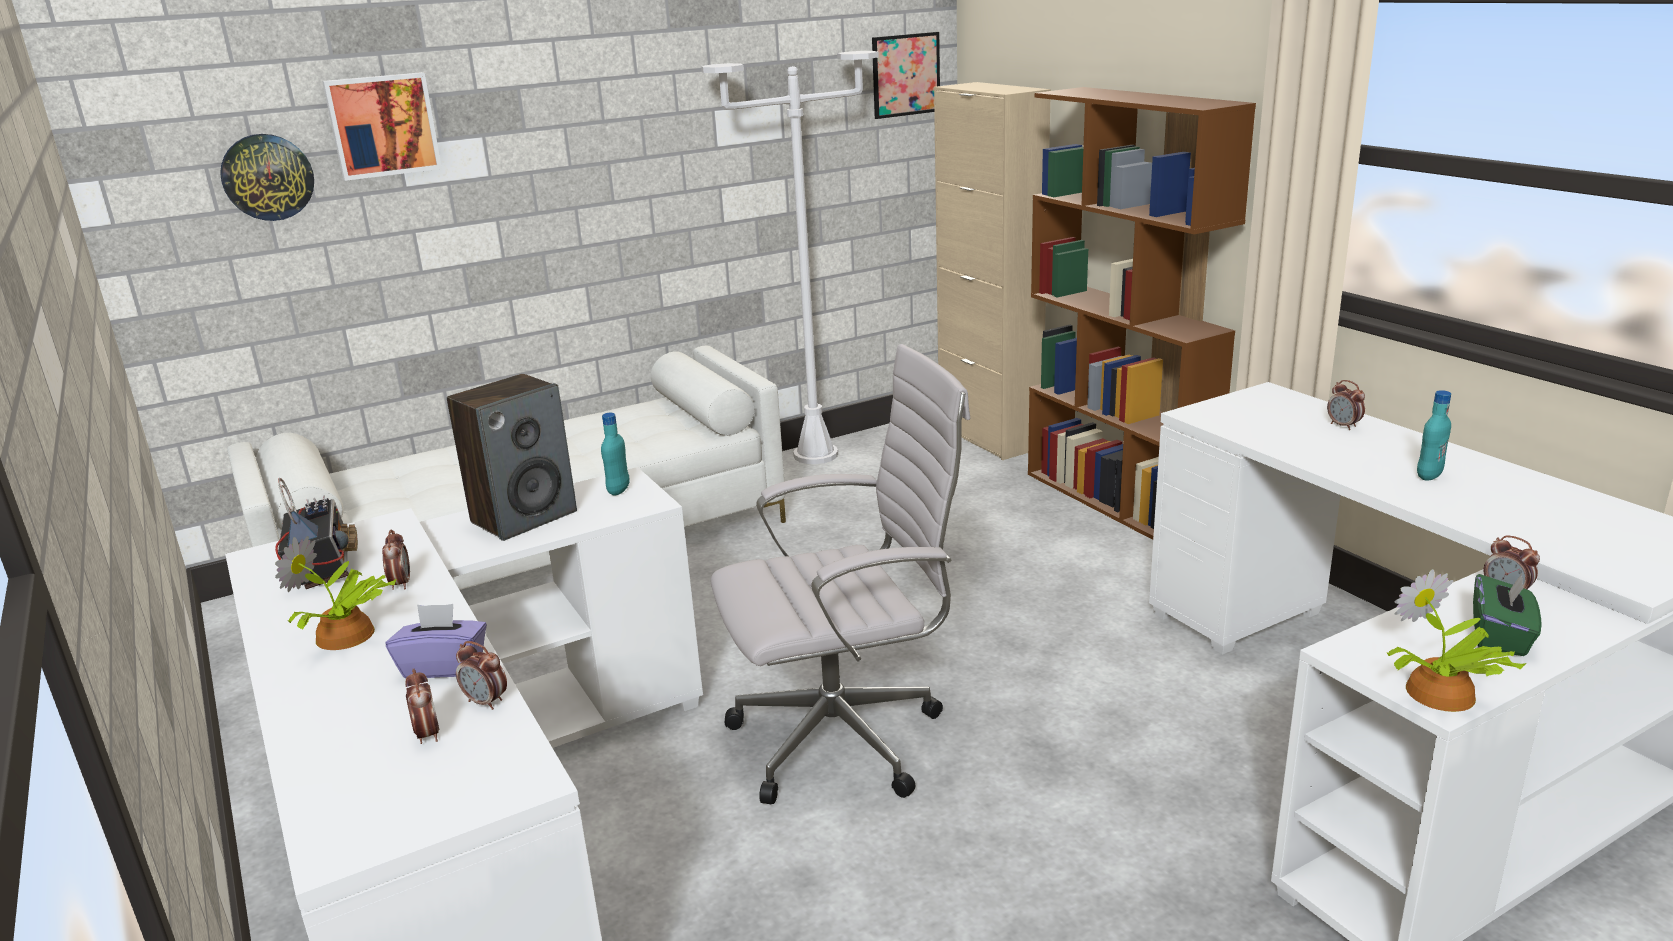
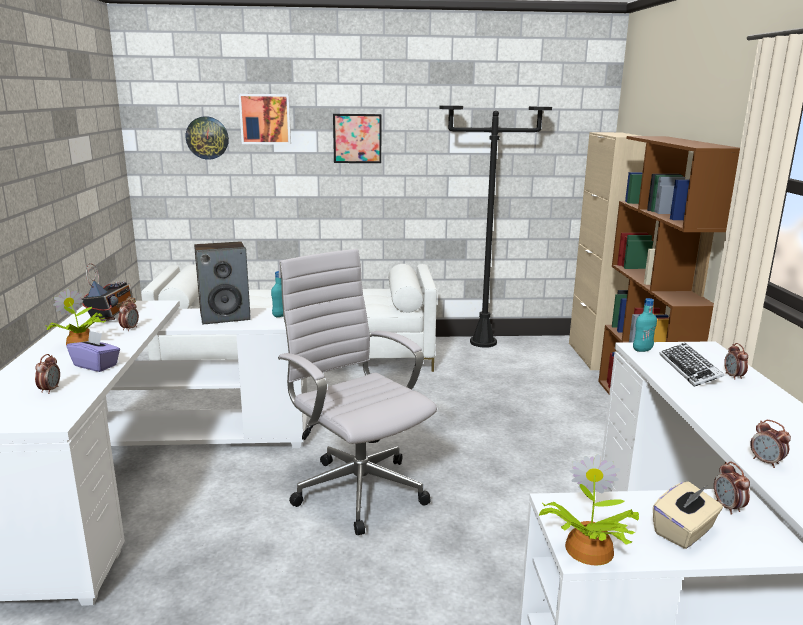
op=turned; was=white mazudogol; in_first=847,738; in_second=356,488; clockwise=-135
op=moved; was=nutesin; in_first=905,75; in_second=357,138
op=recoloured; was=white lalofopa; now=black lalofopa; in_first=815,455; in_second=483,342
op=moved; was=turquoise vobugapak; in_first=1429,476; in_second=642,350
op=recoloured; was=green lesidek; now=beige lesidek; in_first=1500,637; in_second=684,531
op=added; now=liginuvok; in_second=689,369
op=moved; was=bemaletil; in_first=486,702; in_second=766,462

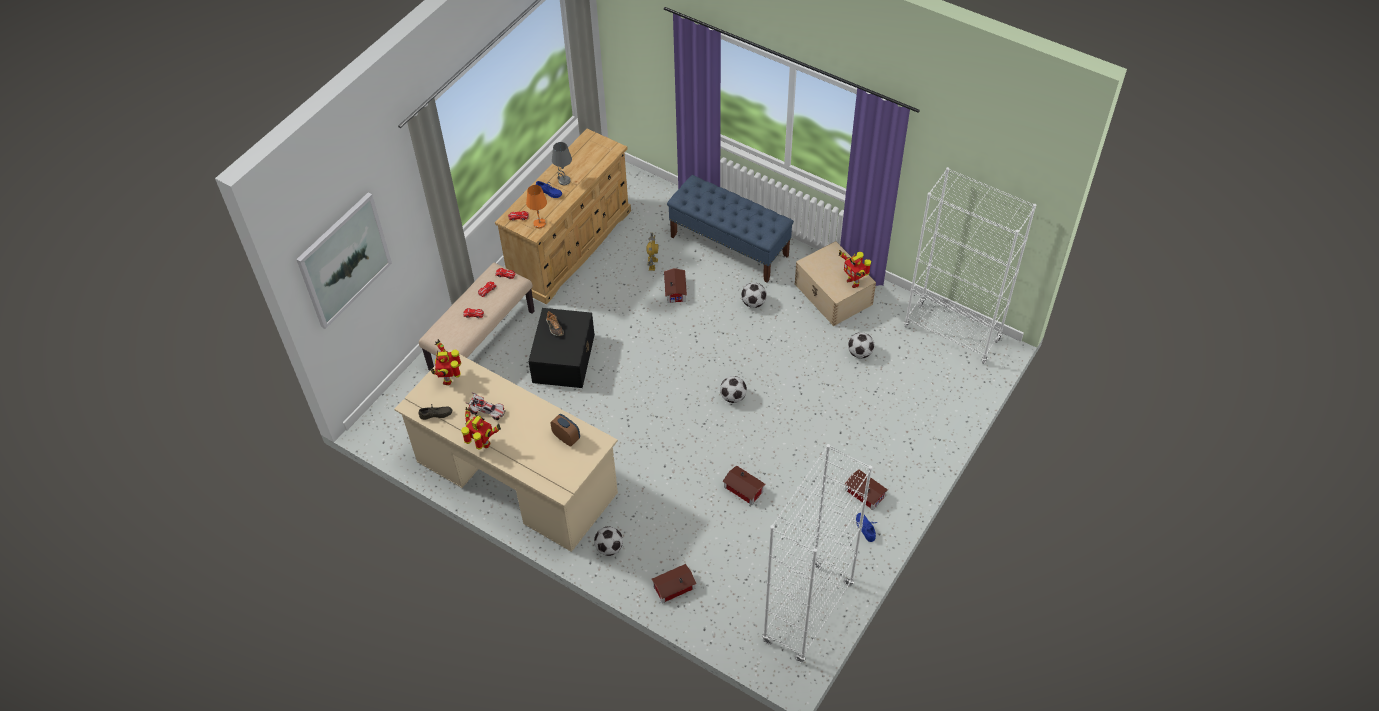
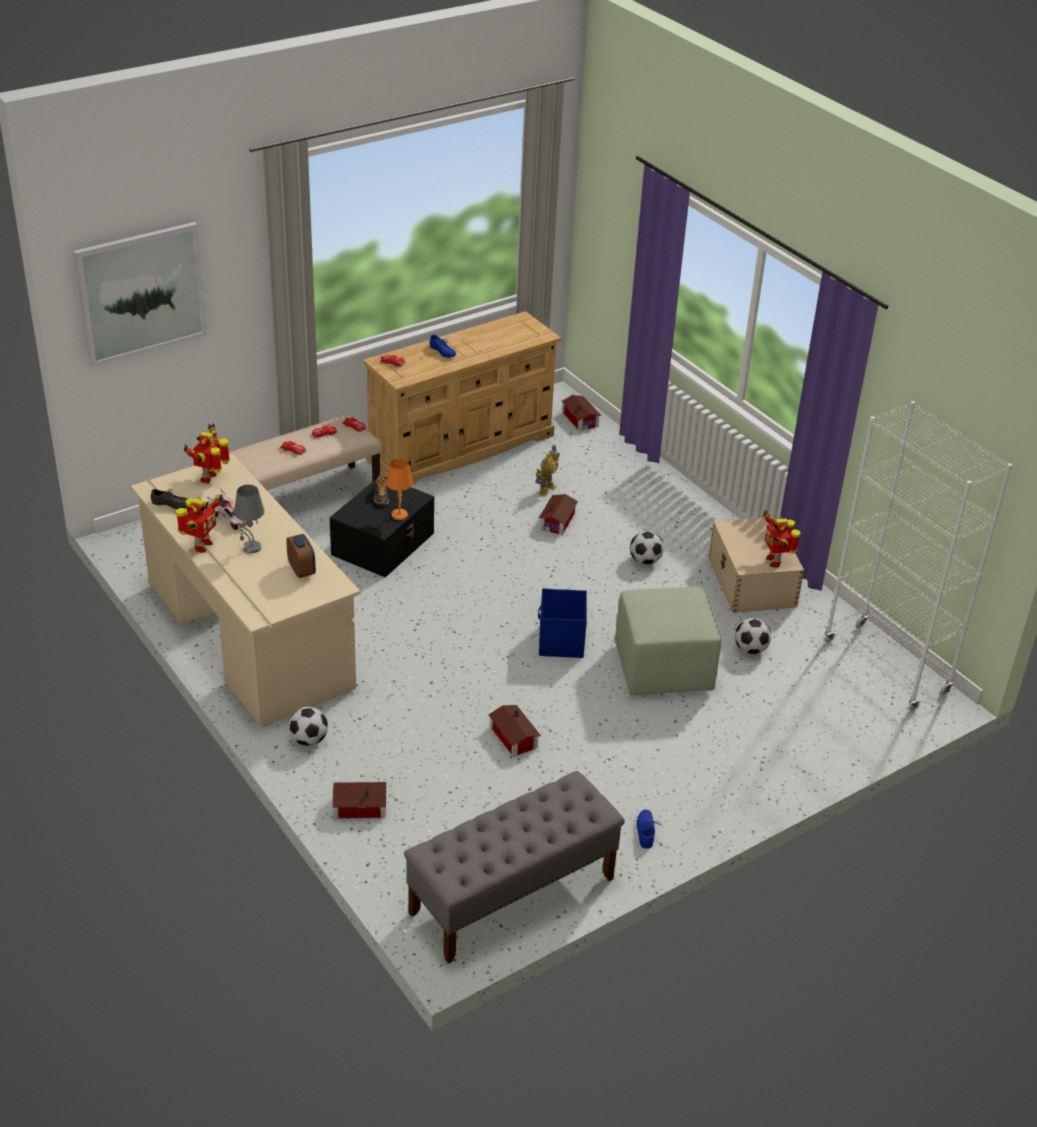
op=turned; was=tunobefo; in_first=482,444; in_second=201,546; clockwise=60
op=moved; was=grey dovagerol; in_first=564,181; in_second=251,548
op=moved; was=orange dovagerol; in_first=539,223; in_second=399,515
op=replaced; was=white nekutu; now=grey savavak; in_first=808,613; in_second=512,896
op=replaced; was=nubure; now=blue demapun; in_first=733,397; in_second=560,642
op=moved; was=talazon; in_first=864,492; in_second=580,418
op=added; now=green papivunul; in_second=664,668
op=removed; was=blue savavak; in_first=729,246

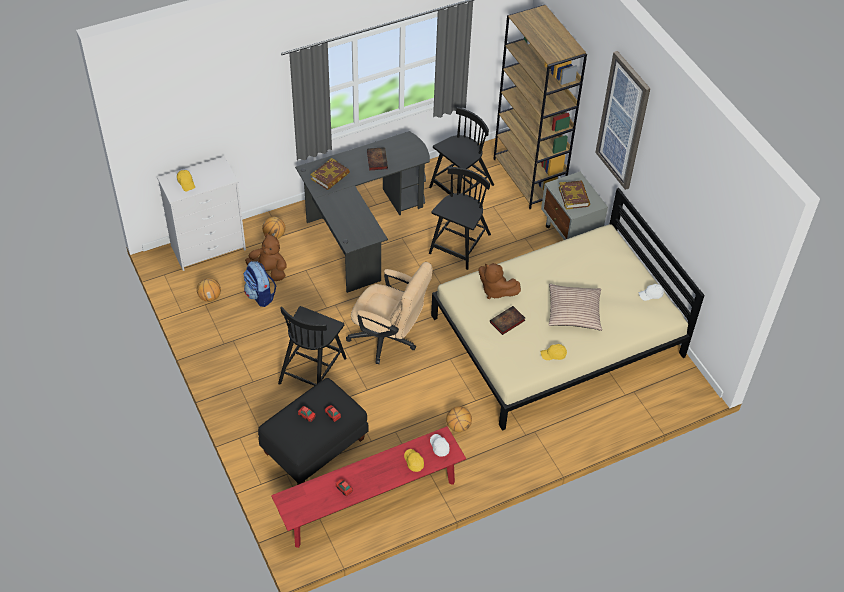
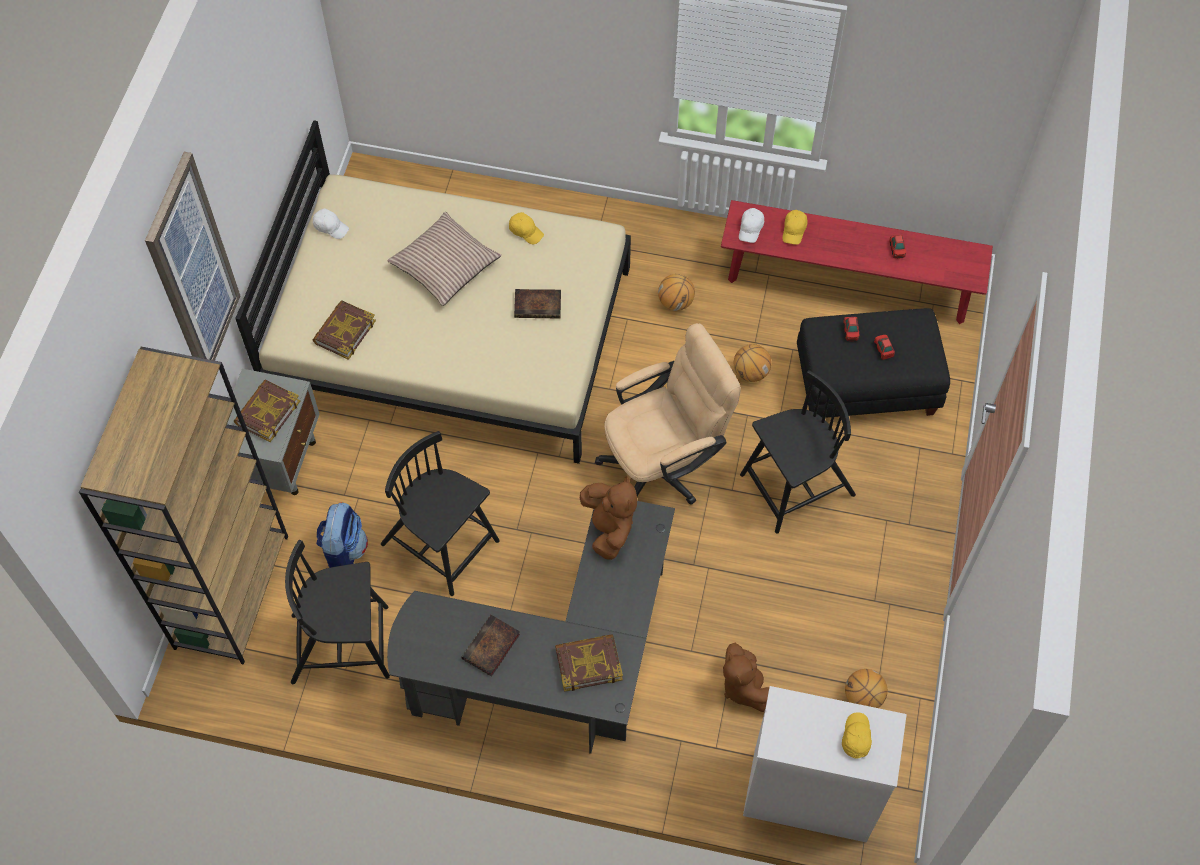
op=added; now=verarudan; in_second=344,332
op=moved; was=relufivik; in_first=260,295; in_second=344,550
op=turned; was=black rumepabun; in_first=459,245; in_second=442,544; clockwise=60
op=moved; was=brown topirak; in_first=495,290; in_second=609,528
op=turned; was=beige mazudogol; in_first=389,339; in_second=664,464; clockwise=90
op=moved; was=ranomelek; in_first=274,235; in_second=750,372

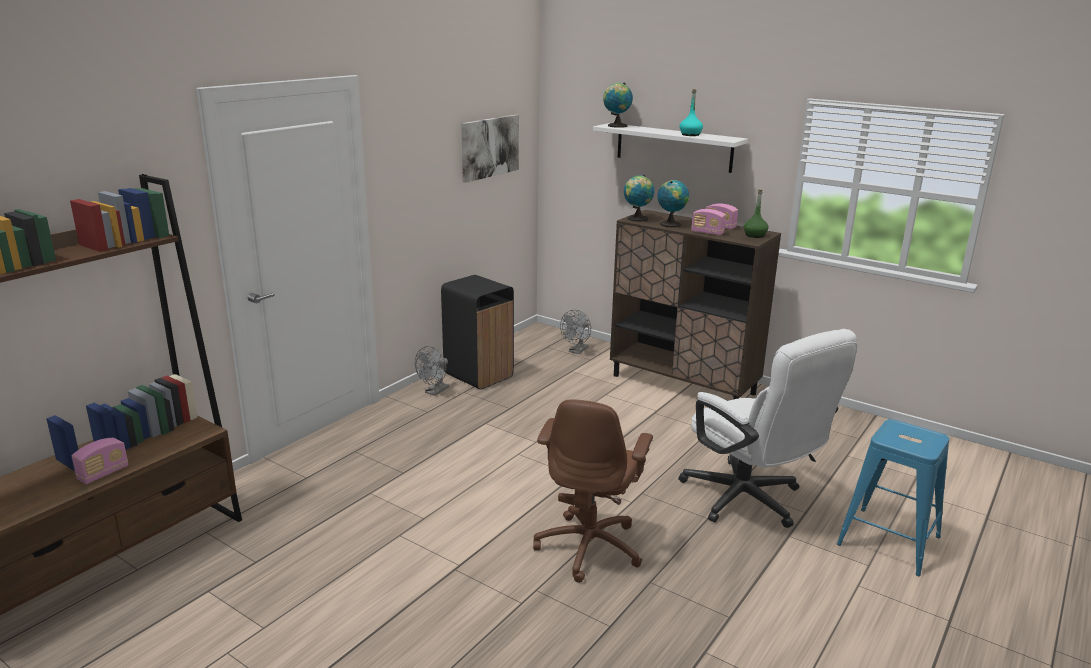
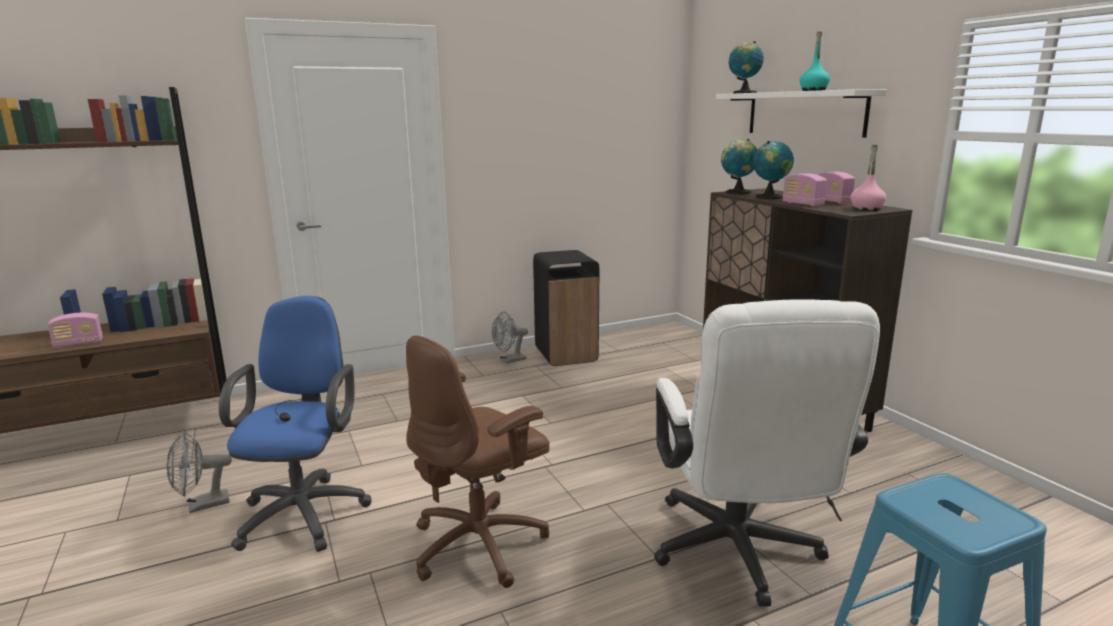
op=moved; was=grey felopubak; in_first=577,351; in_second=201,505
op=added; now=blue mazudogol; in_second=306,511
op=recoloured; was=green vobugapak; now=pink vobugapak; in_first=754,235; in_second=866,209
op=removed; was=nutesin; in_first=489,147

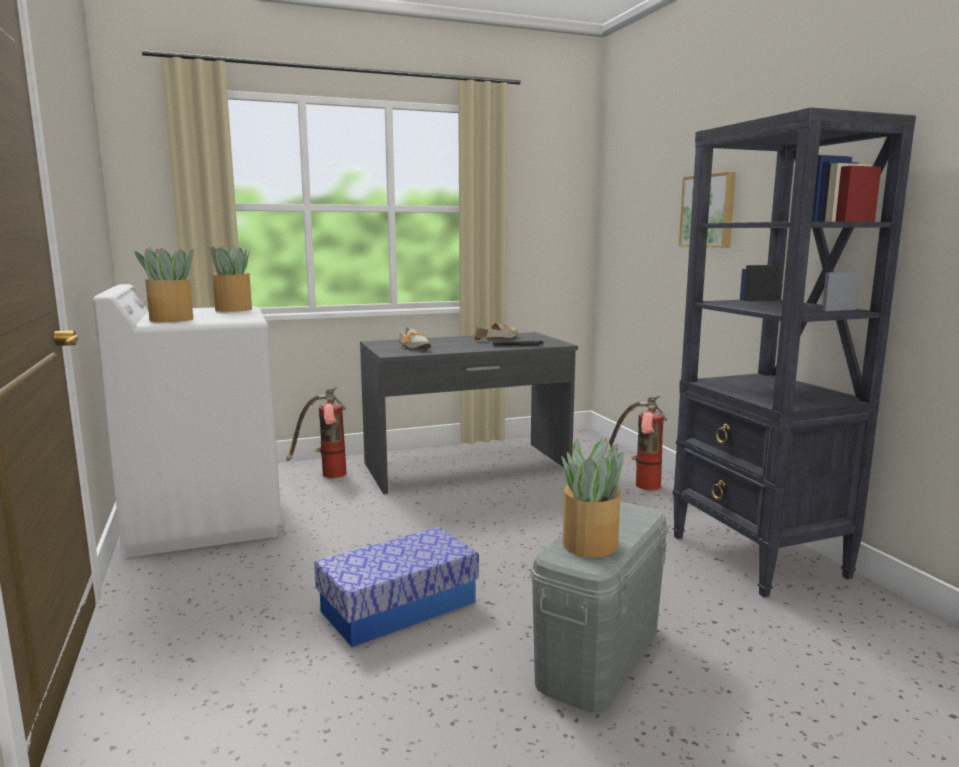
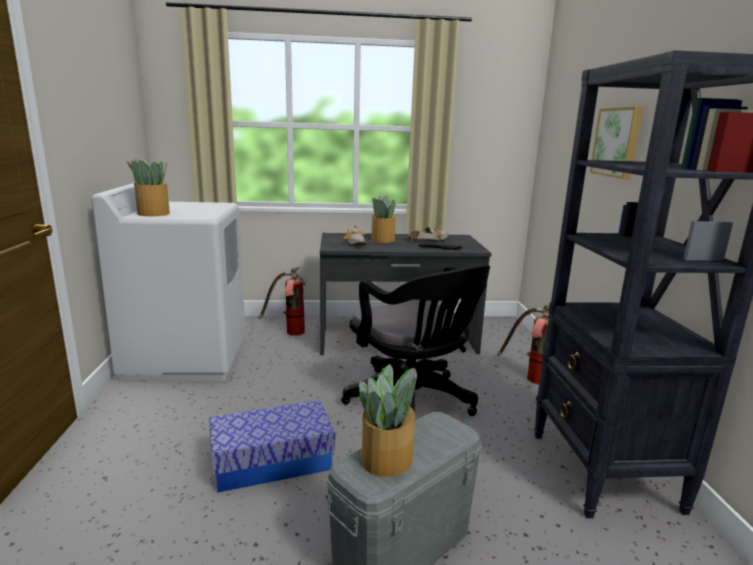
op=added; now=black mazudogol; in_second=413,402
op=moved; was=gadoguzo; in_first=233,309; in_second=382,240

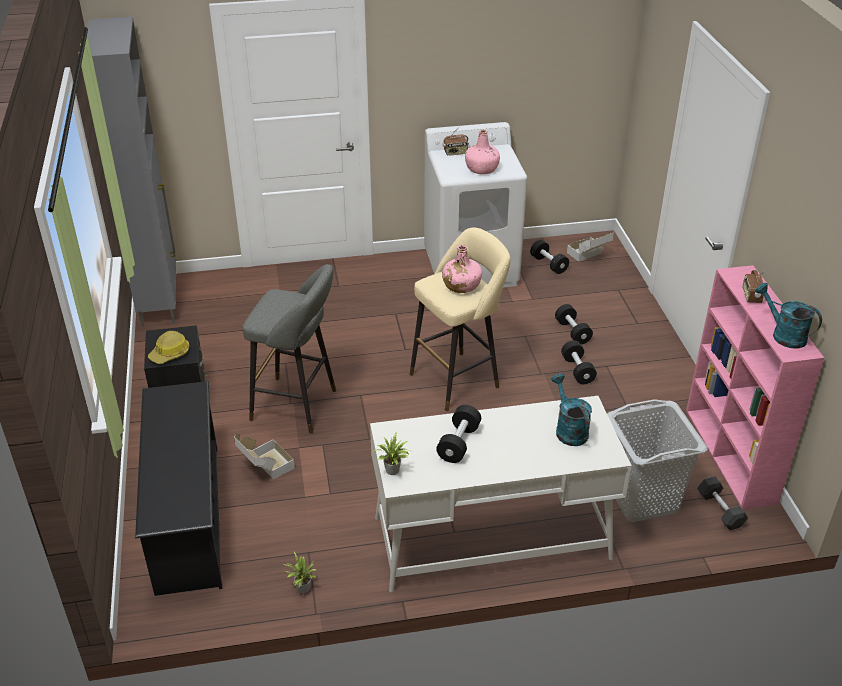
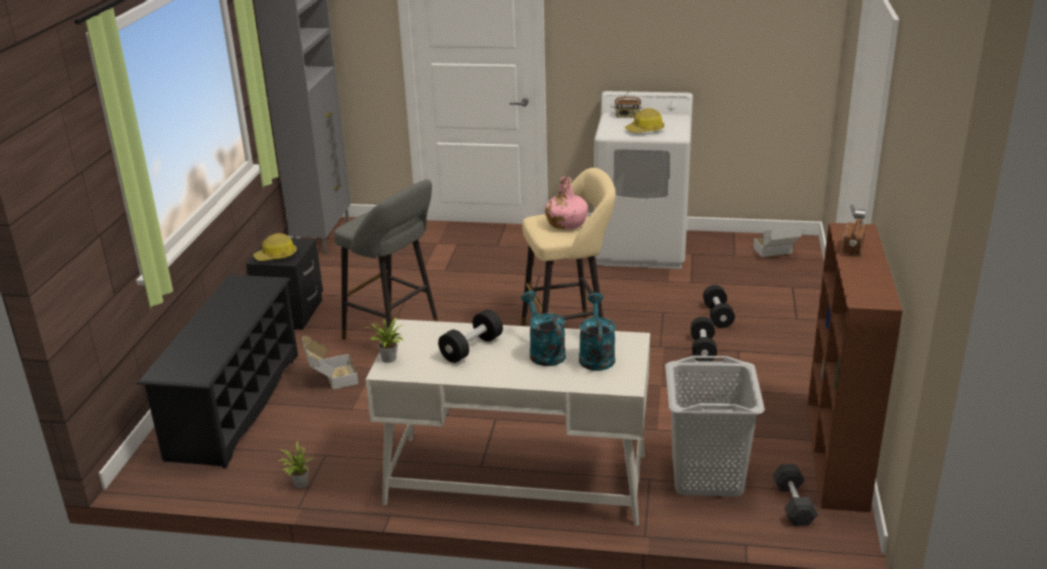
op=moved; was=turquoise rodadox; in_first=783,335; in_second=544,352
op=replaced; was=pink vobugapak; now=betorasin; in_first=482,169; in_second=645,130
op=recoloured; was=pink nekutu; now=brown nekutu; in_first=731,456; in_second=837,456
op=removed; was=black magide; in_first=548,264

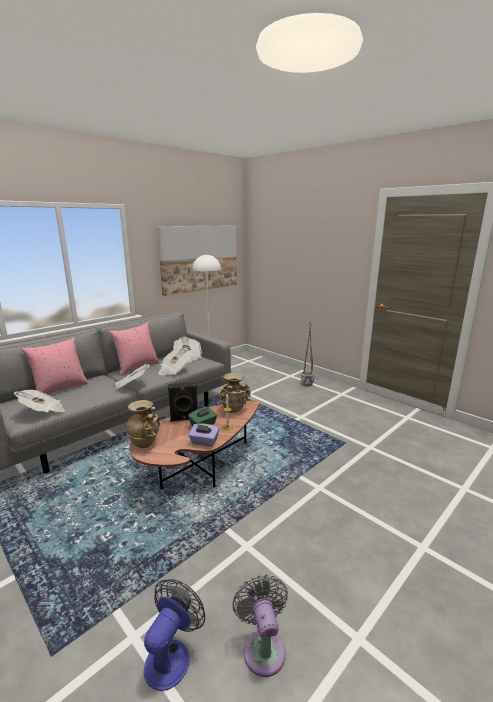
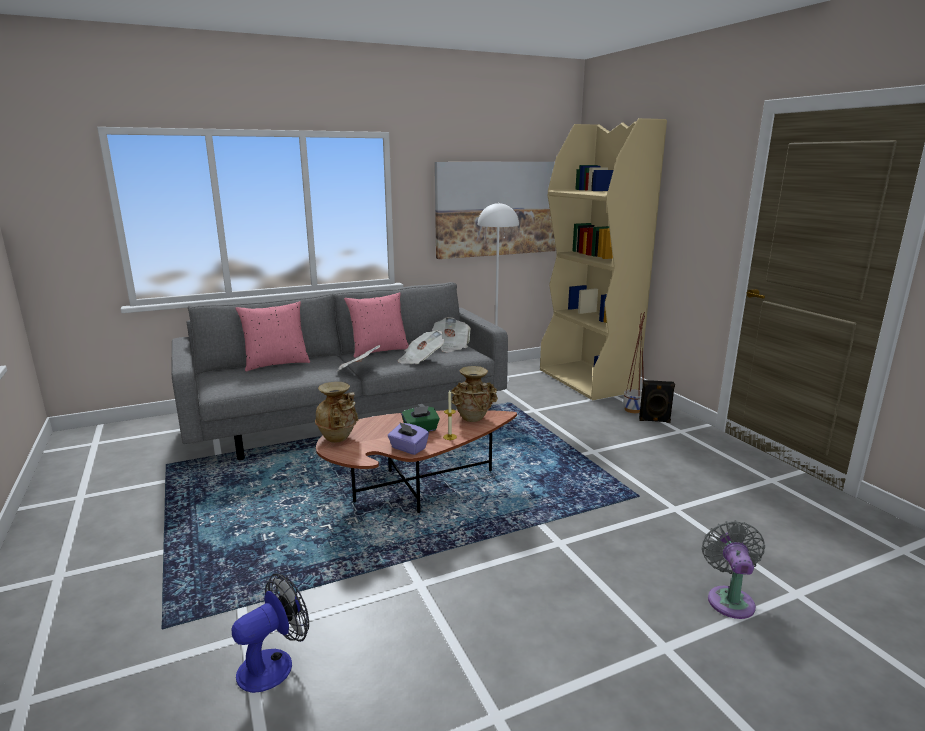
op=added; now=beige nekutu; in_second=588,380
op=moved; was=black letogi; in_first=184,419; in_second=654,420
op=moved; was=grey felopubak; in_first=263,647; in_second=729,599
op=removed; was=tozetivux; in_first=43,411

